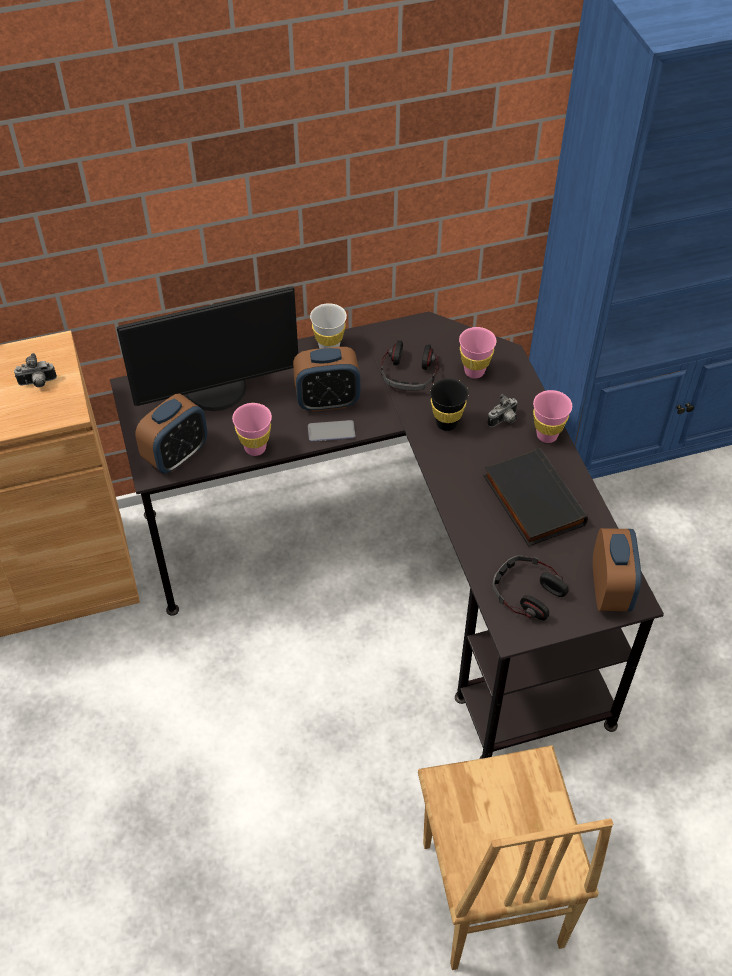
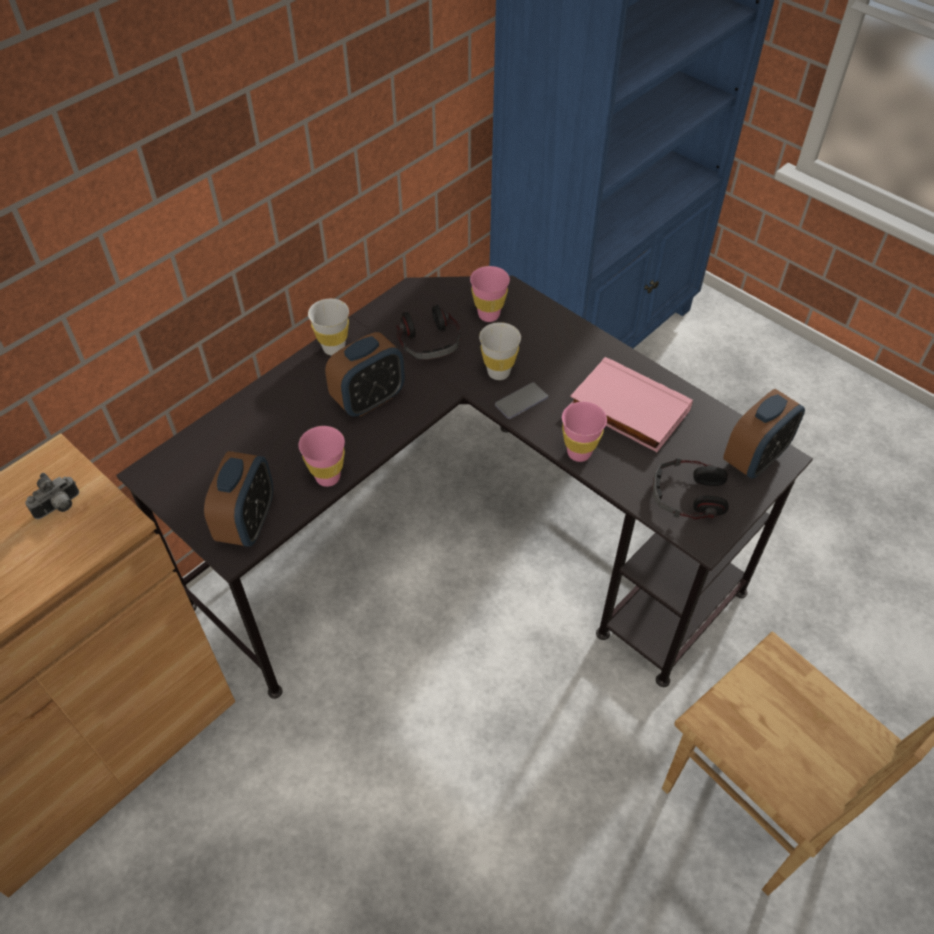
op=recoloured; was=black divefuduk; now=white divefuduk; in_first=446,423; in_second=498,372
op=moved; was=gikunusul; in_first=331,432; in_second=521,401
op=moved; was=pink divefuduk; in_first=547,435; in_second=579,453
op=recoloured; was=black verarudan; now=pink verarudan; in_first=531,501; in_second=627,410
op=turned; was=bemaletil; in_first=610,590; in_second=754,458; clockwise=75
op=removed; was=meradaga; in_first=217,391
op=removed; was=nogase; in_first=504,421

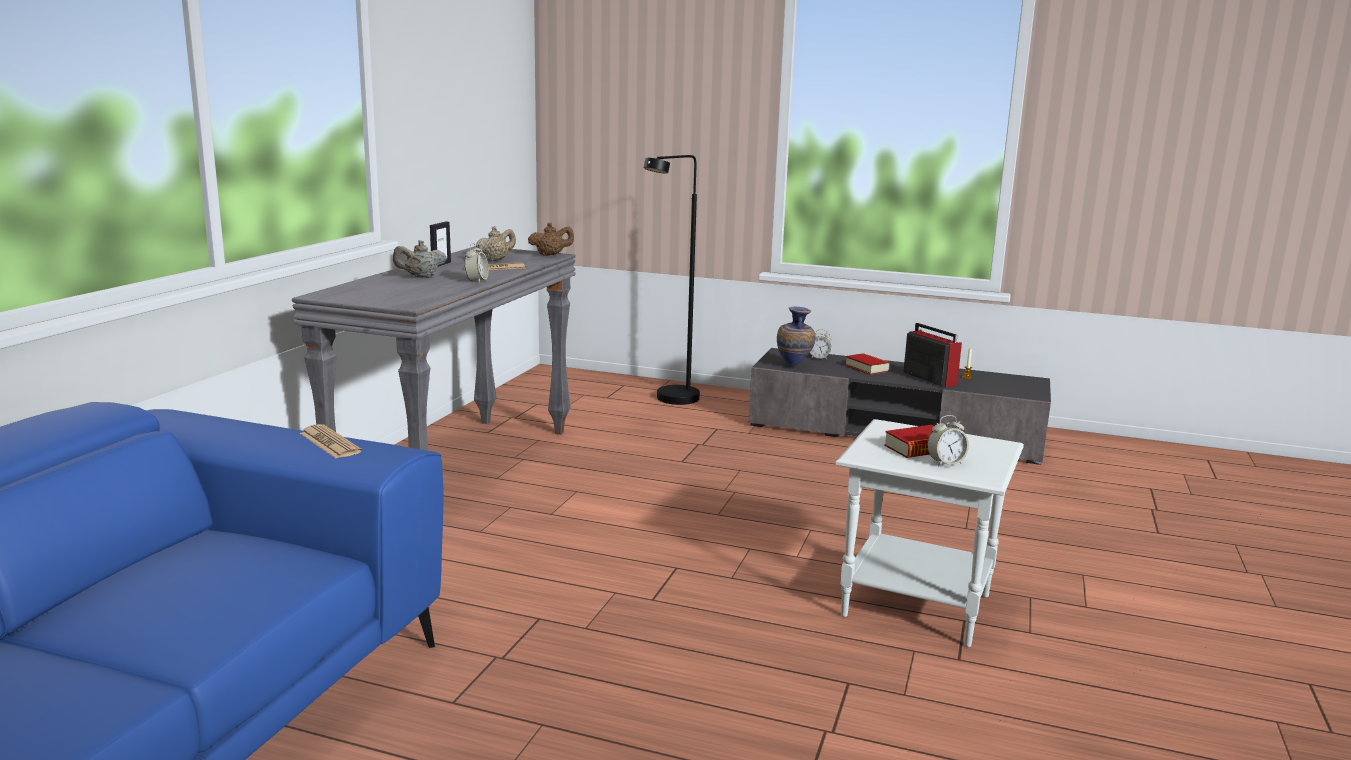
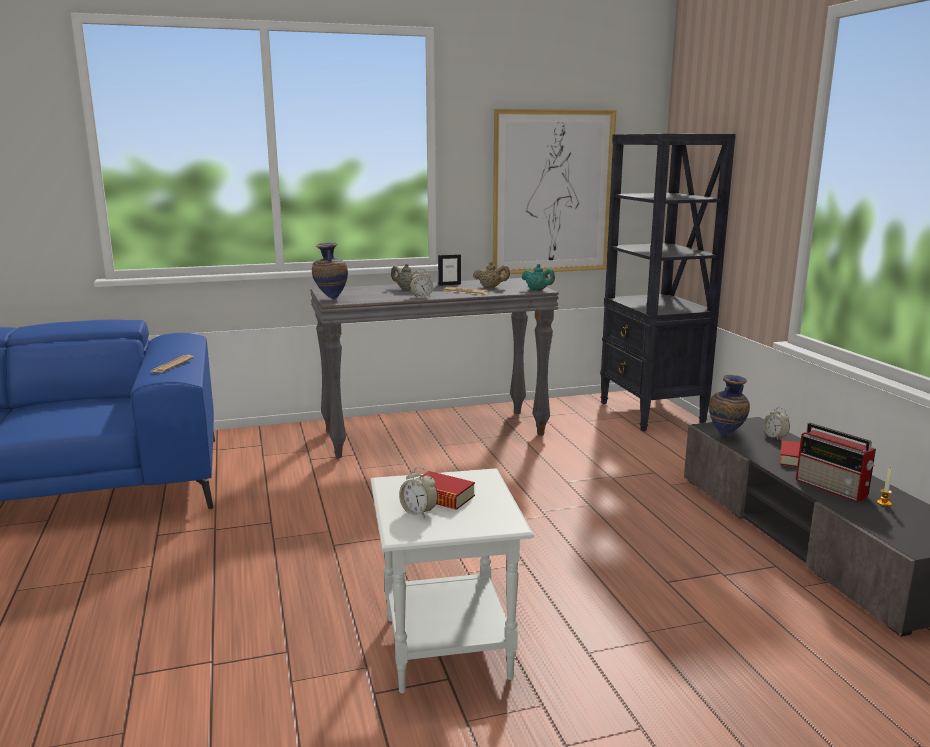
op=added; now=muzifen; in_second=330,299
op=added; now=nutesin; in_second=552,192
op=recoloured; was=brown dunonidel; now=turquoise dunonidel; in_first=551,255; in_second=538,290
op=added; now=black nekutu; in_second=651,413
op=turned; was=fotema; in_first=928,378; in_second=833,488; clockwise=120
op=removed; was=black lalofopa; in_first=671,401

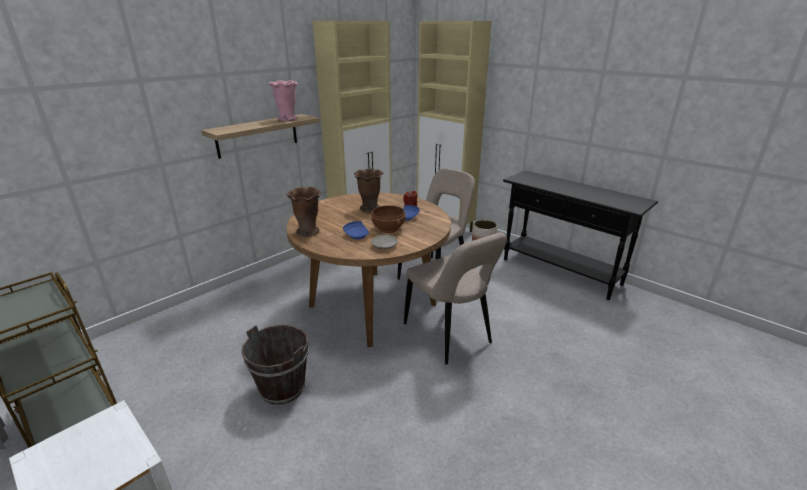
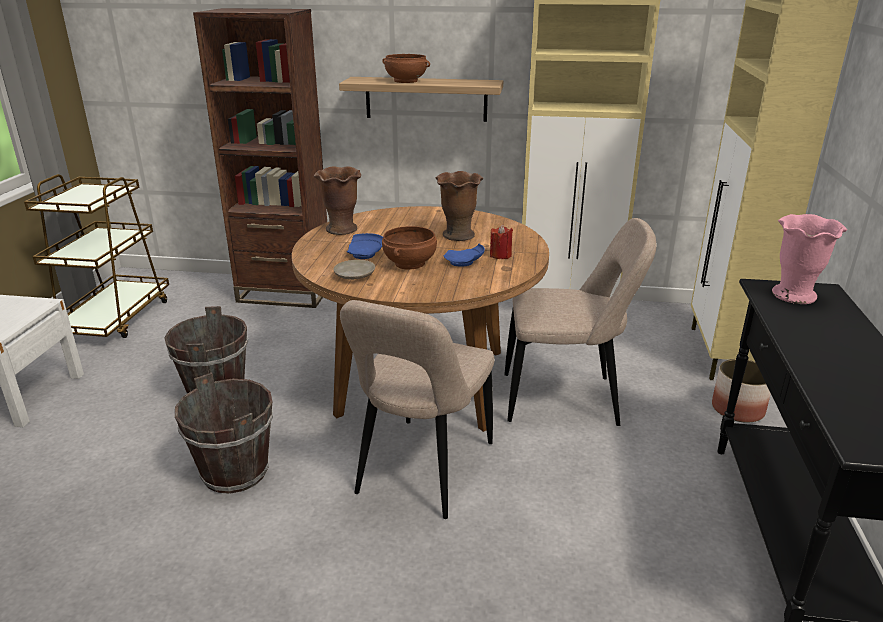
op=added; now=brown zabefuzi; in_second=236,472
op=added; now=brown nekutu; in_second=285,293
op=added; now=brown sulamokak; in_second=405,81
op=moved; was=pink muzifen; in_first=287,119; in_second=794,295

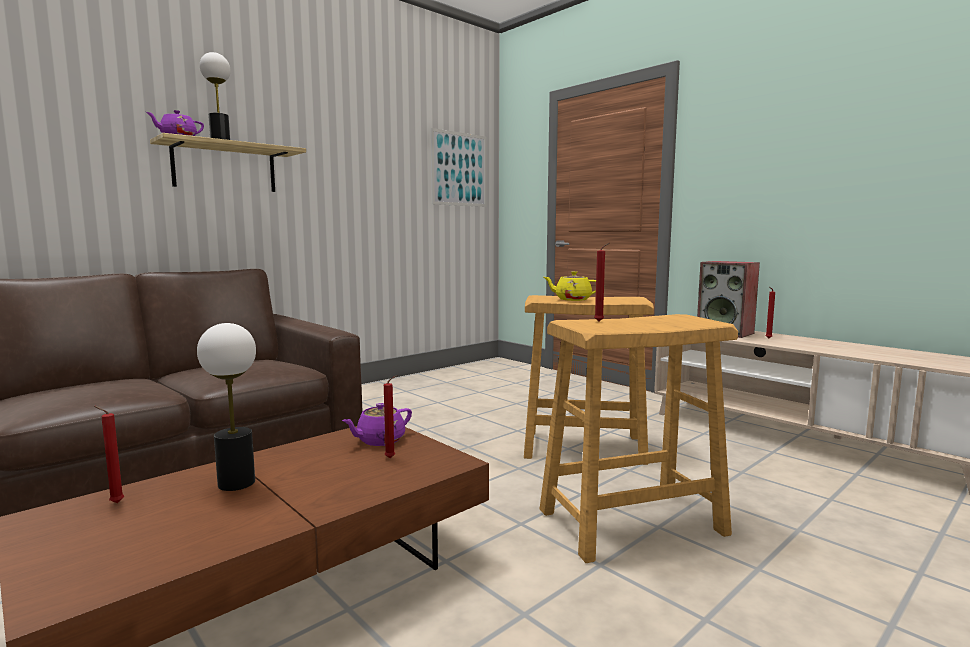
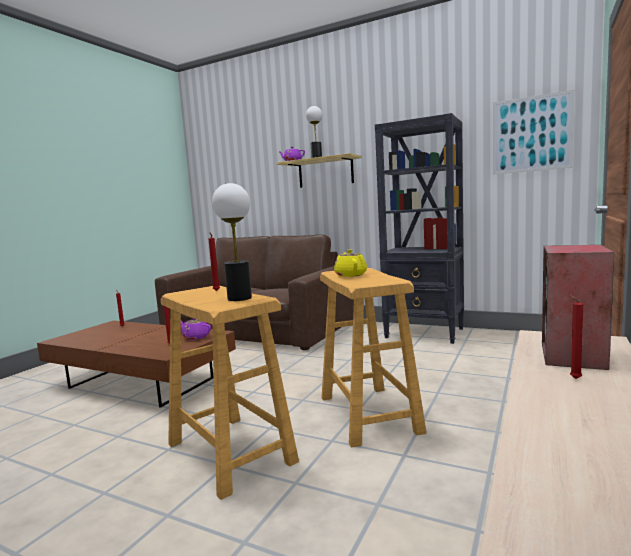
op=moved; was=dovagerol; in_first=237,483; in_second=240,298
op=added; now=black nekutu; in_second=425,333

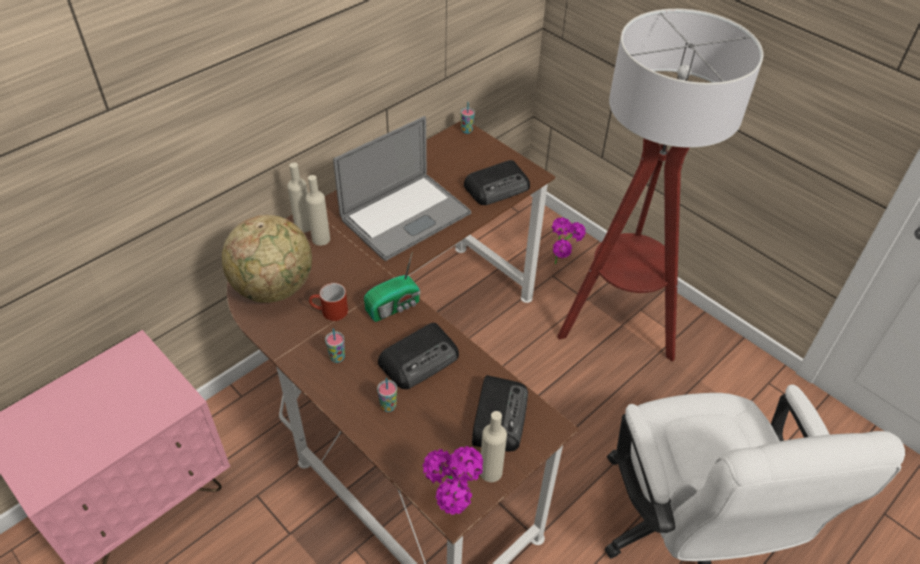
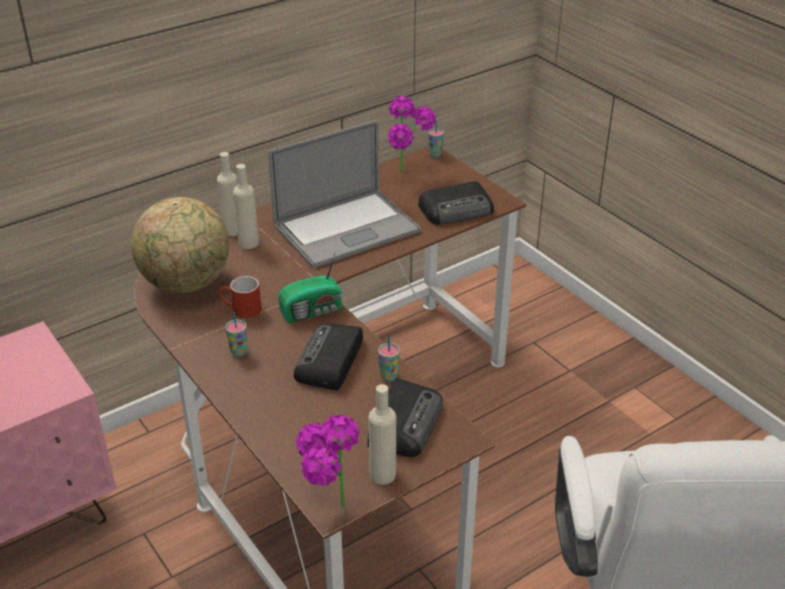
op=turned; was=fotema; in_first=420,359; in_second=329,362; clockwise=135
op=moved; was=divefuduk; in_first=388,406; in_second=388,376
op=moved; was=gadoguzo; in_first=562,267; in_second=409,174
op=removed; was=lalofopa; in_first=618,324

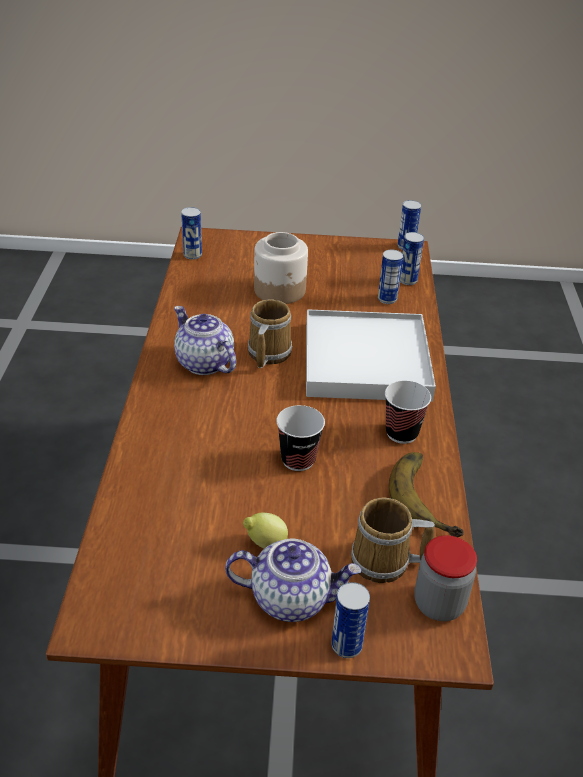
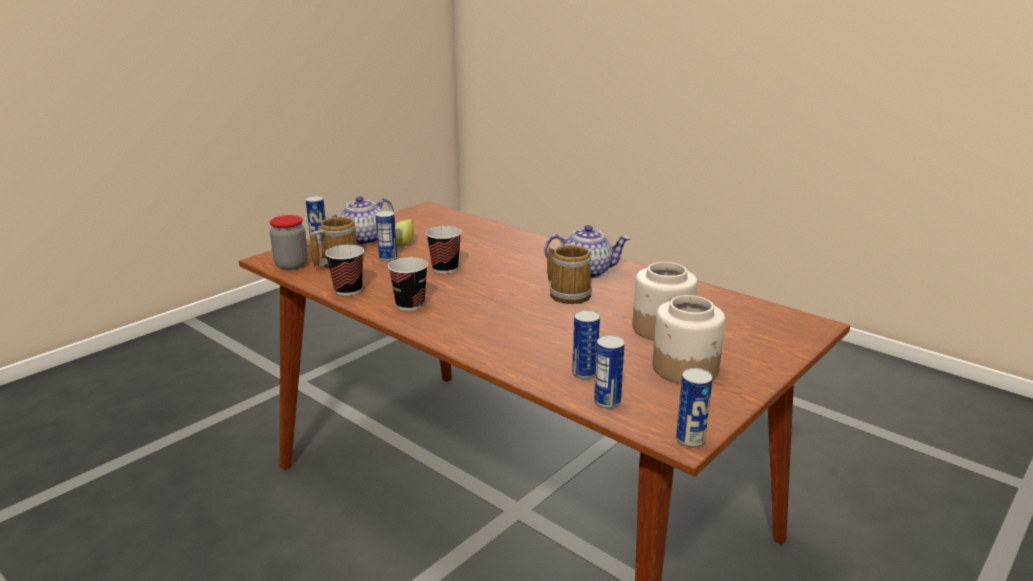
op=replaced; was=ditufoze; now=divefuduk; in_first=429,497; in_second=348,290
op=moved; was=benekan; in_first=192,255; in_second=388,259
op=added; now=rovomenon; in_second=686,368
op=removed; was=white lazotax; in_first=366,361

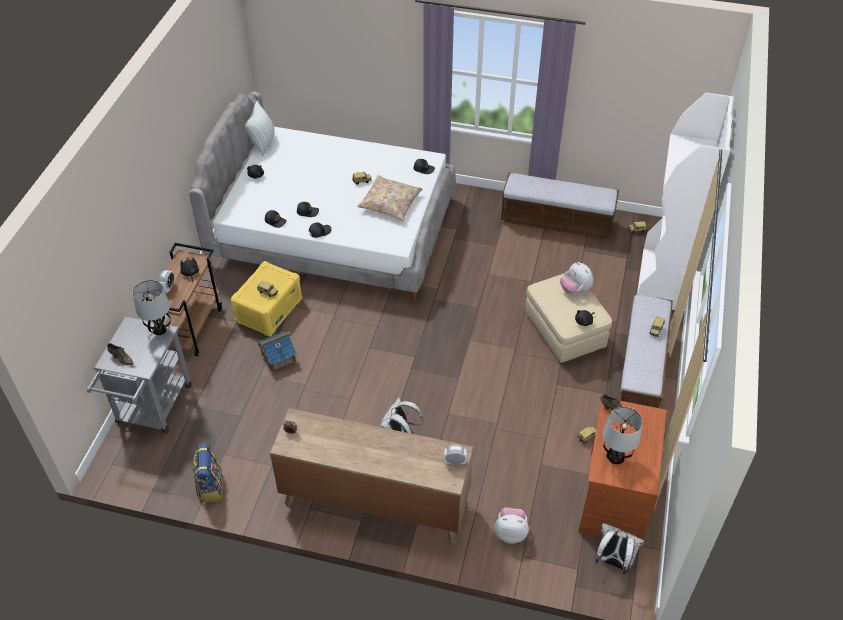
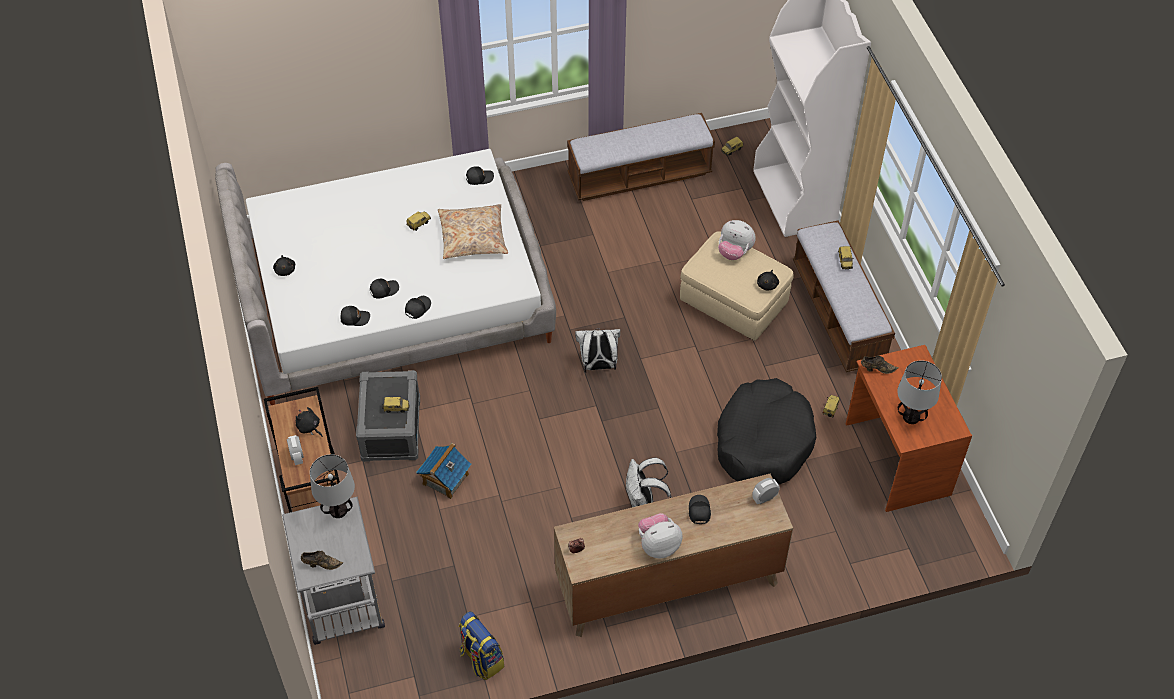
op=recoloured; was=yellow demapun; now=grey demapun; in_first=269,310; in_second=390,428
op=moved; was=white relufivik; in_first=613,561; in_second=598,366
op=moved; was=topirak; in_first=510,532; in_second=658,545
op=added; now=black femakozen; in_second=698,511
op=added; now=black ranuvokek; in_second=763,441
op=removed; was=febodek; in_first=263,143

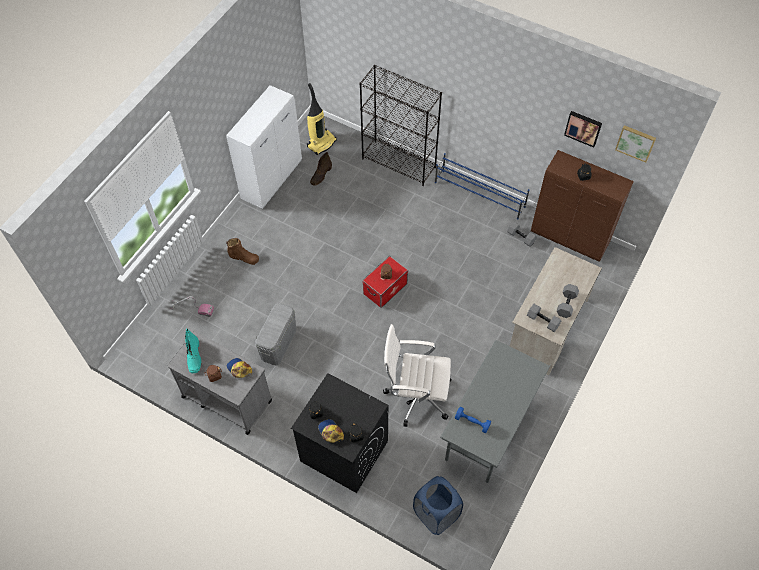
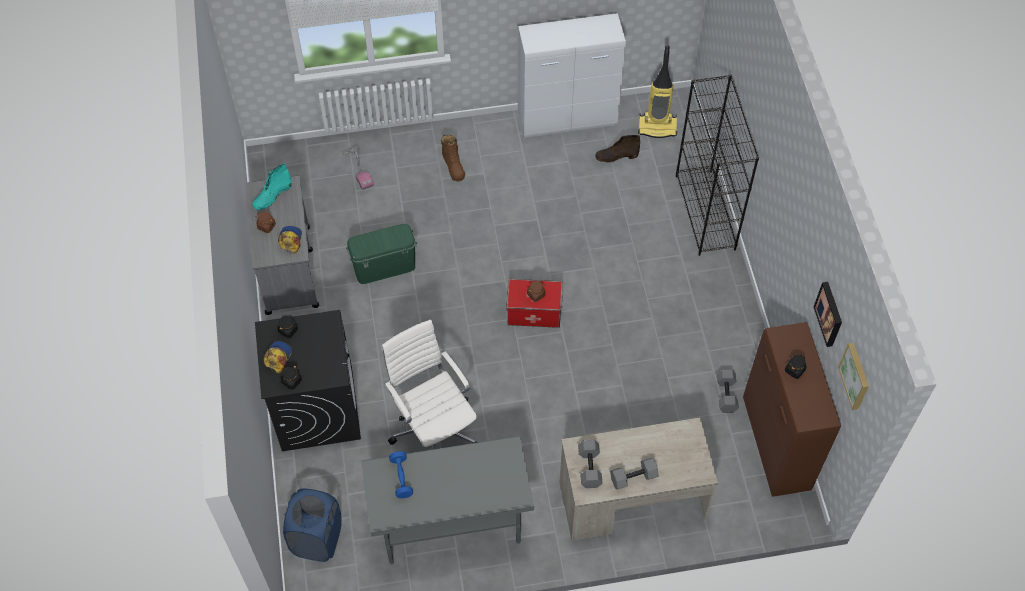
op=recoloured; was=grey demapun; now=green demapun; in_first=278,343; in_second=384,266
op=removed; was=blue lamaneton; in_first=480,195

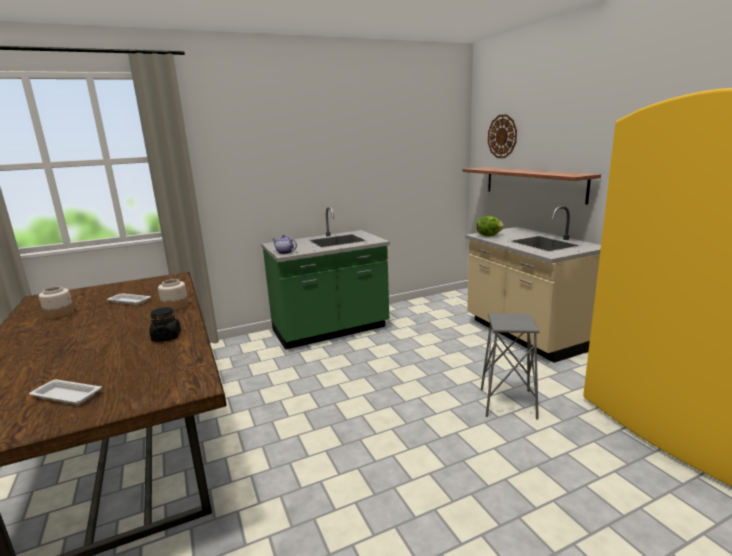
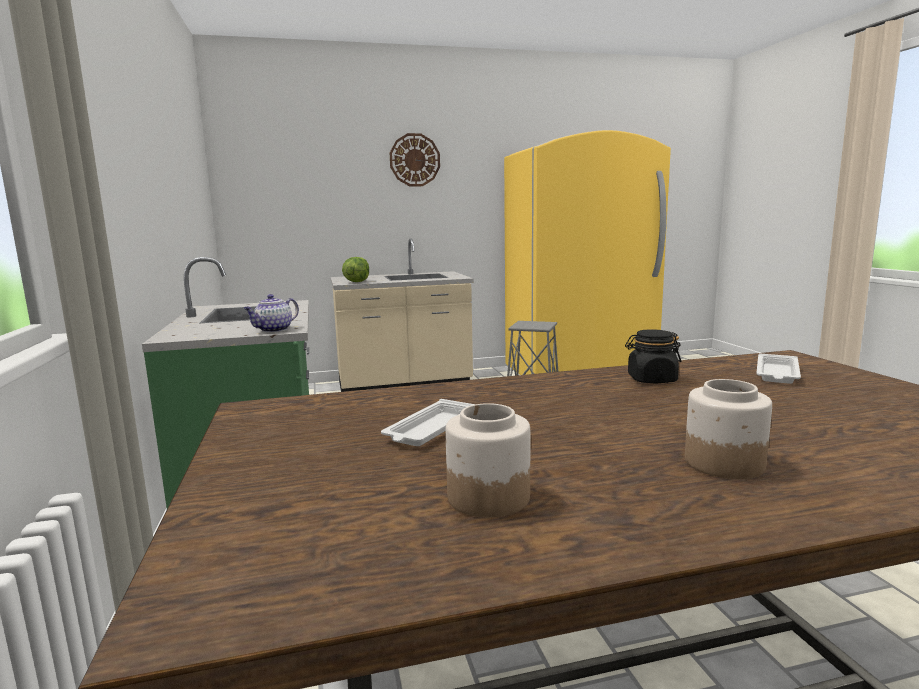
op=moved; was=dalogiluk; in_first=502,136; in_second=414,160
op=moved; was=rovomenon; in_first=175,307; in_second=722,463
op=moved; was=white lazotax; in_first=65,395; in_second=777,373
op=removed; was=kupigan; in_first=533,183

